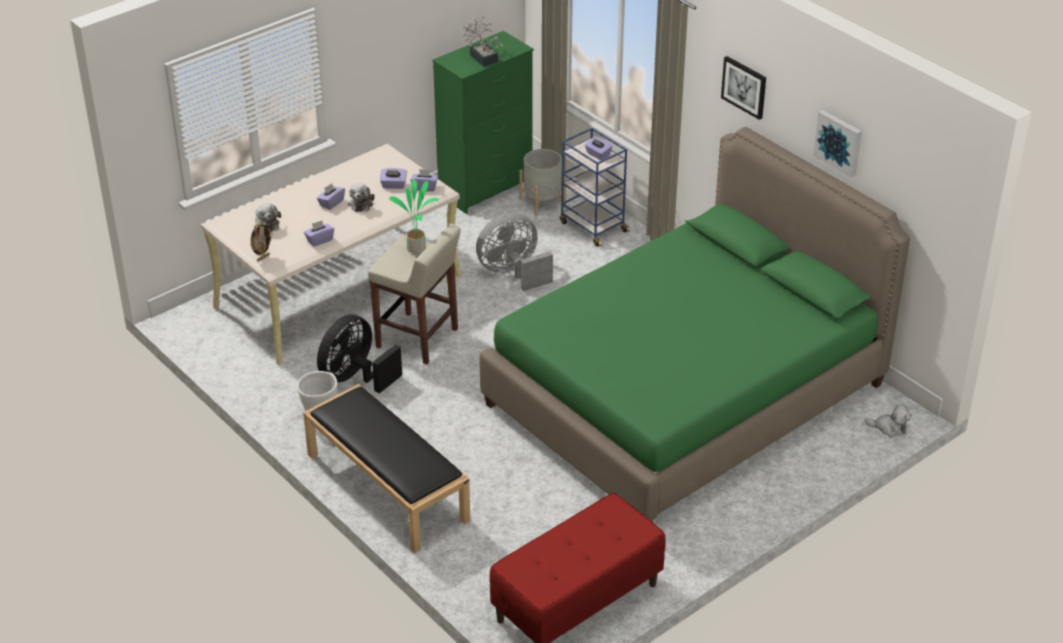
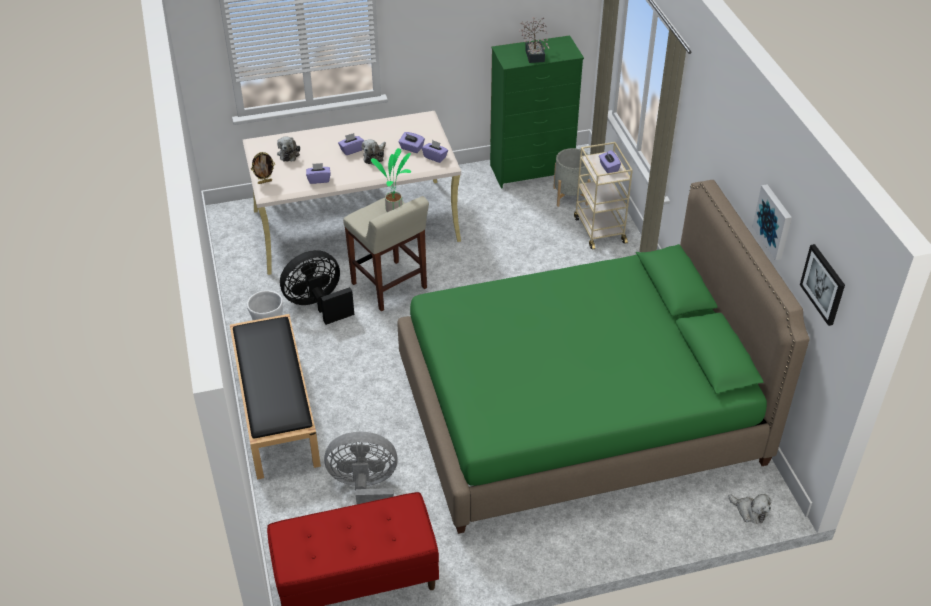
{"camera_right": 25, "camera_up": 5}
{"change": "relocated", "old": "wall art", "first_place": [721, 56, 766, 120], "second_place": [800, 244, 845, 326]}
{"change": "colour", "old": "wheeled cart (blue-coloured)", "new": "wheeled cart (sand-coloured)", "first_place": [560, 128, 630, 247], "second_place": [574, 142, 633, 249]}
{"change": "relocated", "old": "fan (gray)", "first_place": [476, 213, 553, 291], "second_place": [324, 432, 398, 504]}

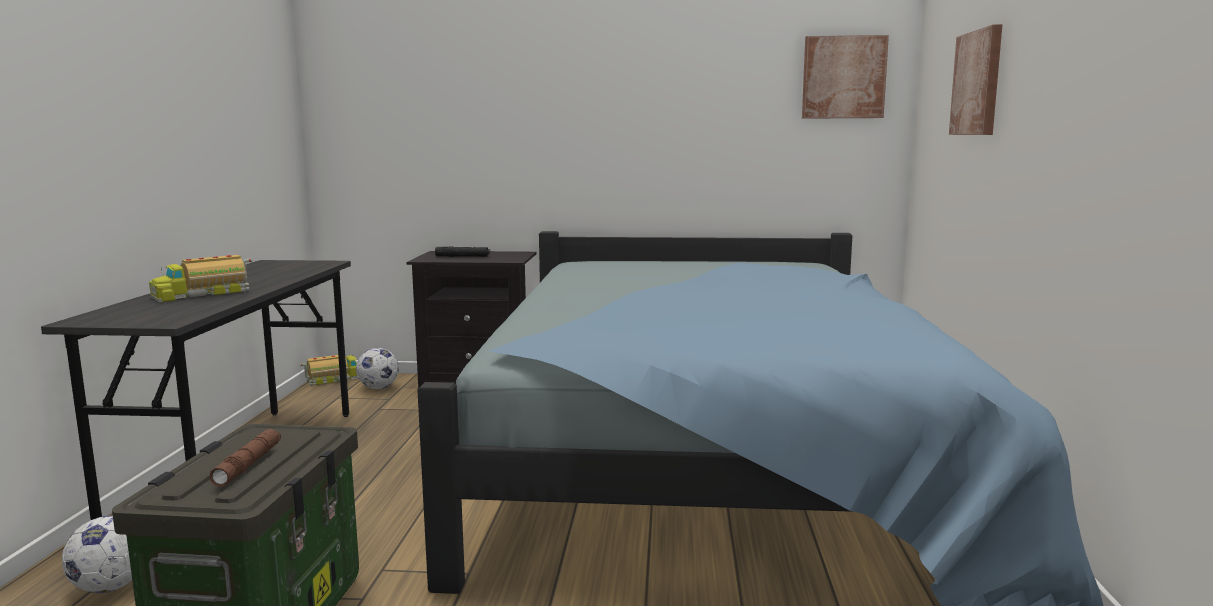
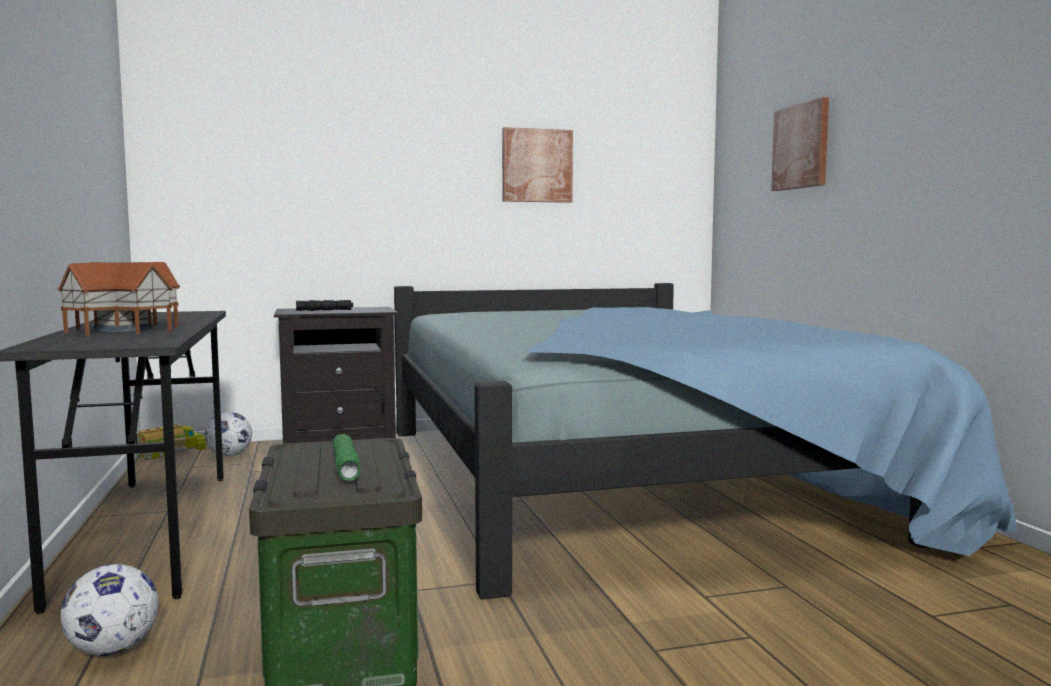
{"camera_right": -20, "camera_up": -5}
{"change": "relocated", "old": "wall art", "first_place": [802, 35, 889, 119], "second_place": [502, 127, 573, 203]}
{"change": "exchanged", "old": "toy lorry", "new": "model house", "first_place": [149, 255, 252, 302], "second_place": [57, 262, 180, 336]}
{"change": "colour", "old": "torch (brown-coloured)", "new": "torch (green-coloured)", "first_place": [209, 429, 281, 487], "second_place": [332, 434, 361, 481]}

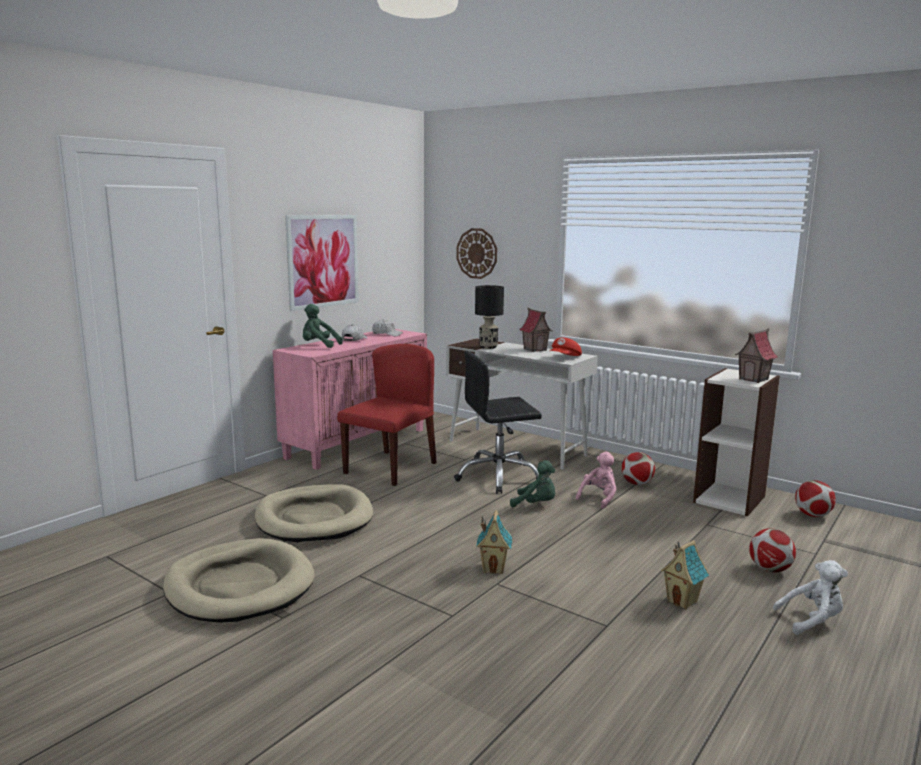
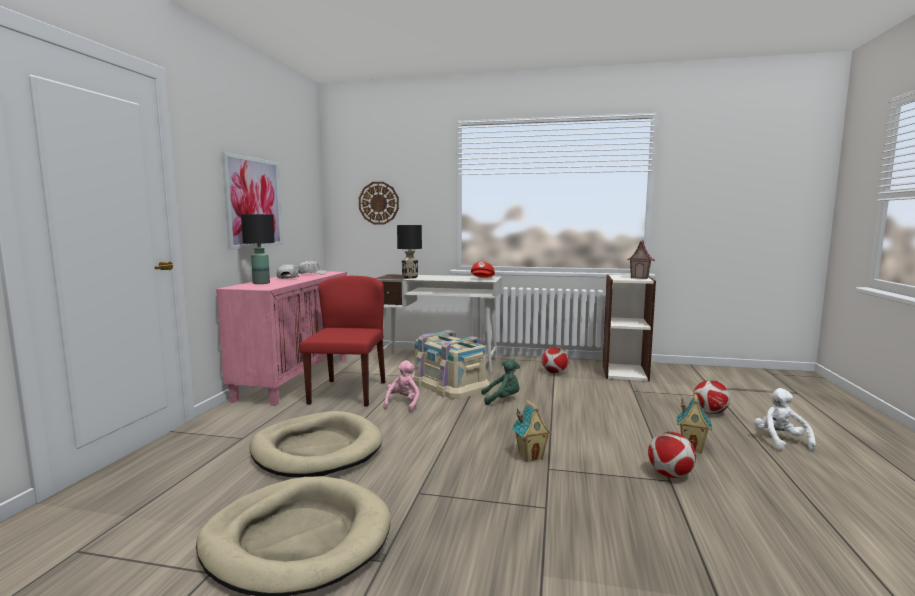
{"camera_right": -25, "camera_up": -5}
{"change": "exchanged", "old": "soft toy (green-coloured)", "new": "tabletop lamp (black-coloured)", "first_place": [303, 304, 343, 348], "second_place": [241, 214, 275, 284]}
{"change": "missing", "old": "model house", "first_place": [520, 308, 552, 352]}
{"change": "exchanged", "old": "computer chair (black-coloured)", "new": "storage container (sand-coloured)", "first_place": [454, 351, 542, 494], "second_place": [412, 330, 490, 399]}
{"change": "relocated", "old": "soft toy (pink-coloured)", "first_place": [576, 451, 617, 509], "second_place": [383, 360, 420, 413]}
{"change": "relocated", "old": "football ball", "first_place": [795, 480, 836, 517], "second_place": [648, 432, 696, 478]}
{"change": "spun", "old": "soft toy (white-coloured)", "first_place": [773, 560, 848, 635], "second_place": [754, 388, 816, 452], "degrees": -60}

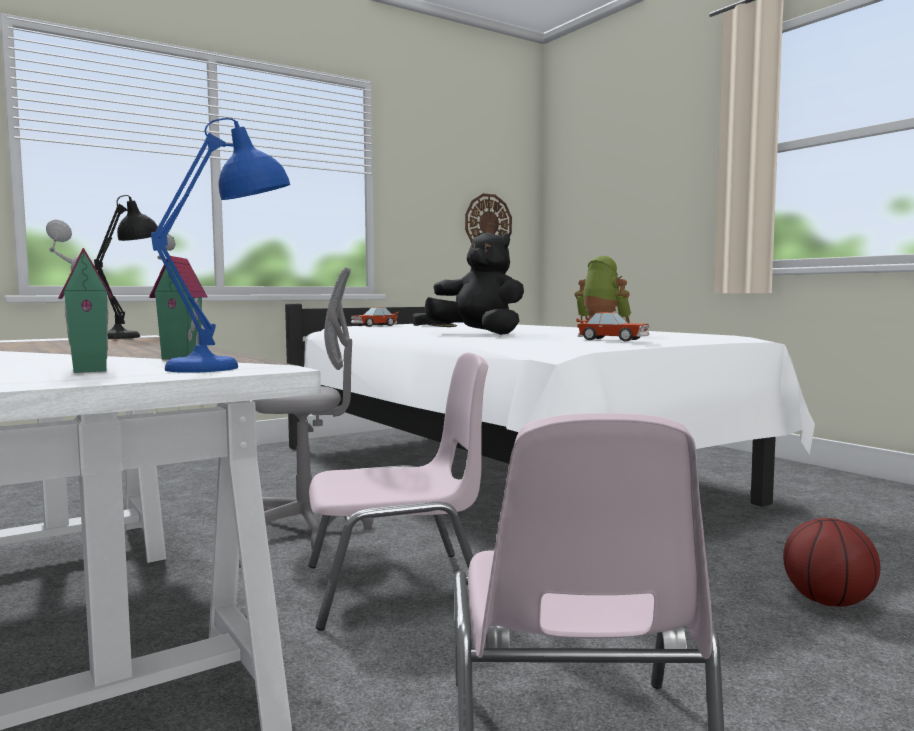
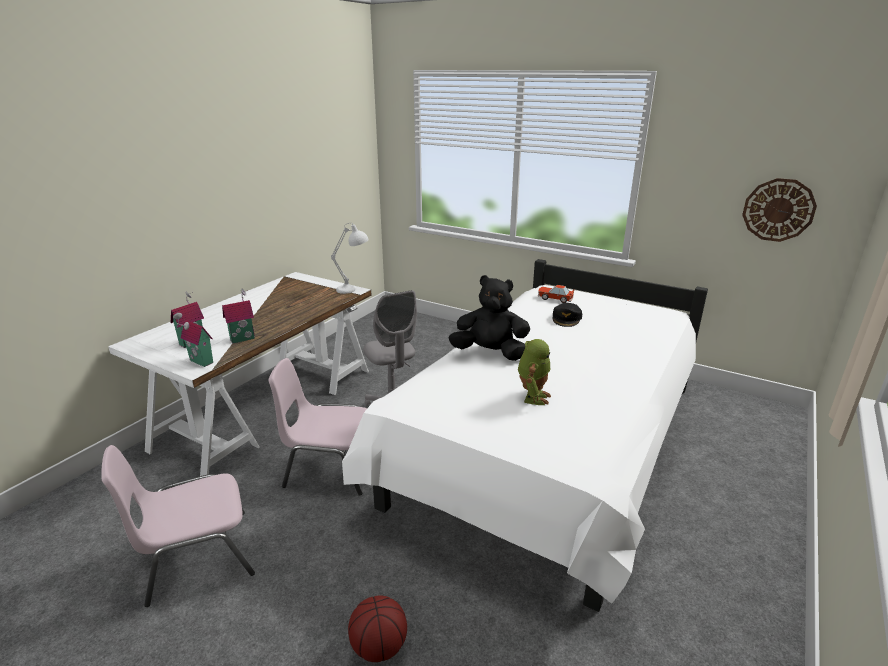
{"camera_right": 65, "camera_up": 20}
{"change": "exchanged", "old": "tabletop lamp (blue-coloured)", "new": "model house", "first_place": [151, 118, 290, 373], "second_place": [173, 312, 213, 367]}
{"change": "colour", "old": "tabletop lamp (black-coloured)", "new": "tabletop lamp (white-coloured)", "first_place": [94, 195, 158, 339], "second_place": [331, 223, 369, 294]}
{"change": "spun", "old": "soft toy (black-coloured)", "first_place": [425, 232, 524, 335], "second_place": [449, 275, 530, 361], "degrees": -90}
{"change": "missing", "old": "toy car", "first_place": [576, 312, 649, 341]}
{"change": "spun", "old": "plain chair (pink-coloured)", "first_place": [309, 352, 488, 631], "second_place": [269, 358, 367, 496], "degrees": 135}

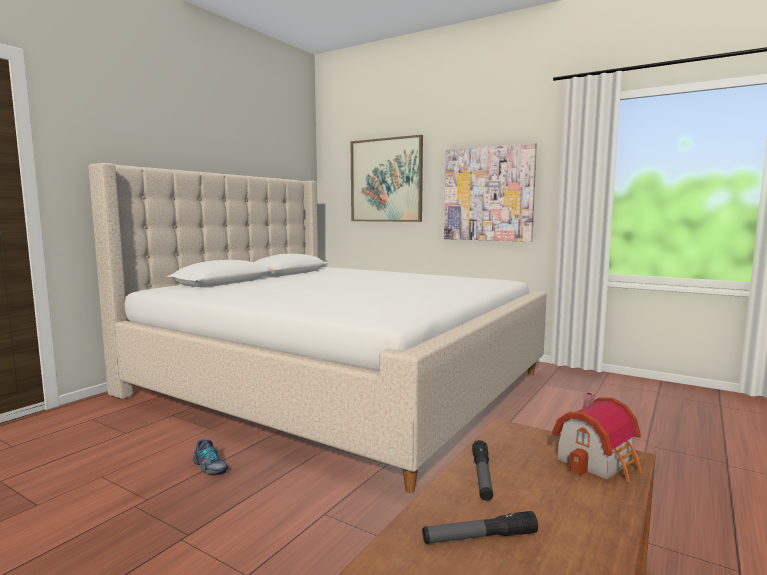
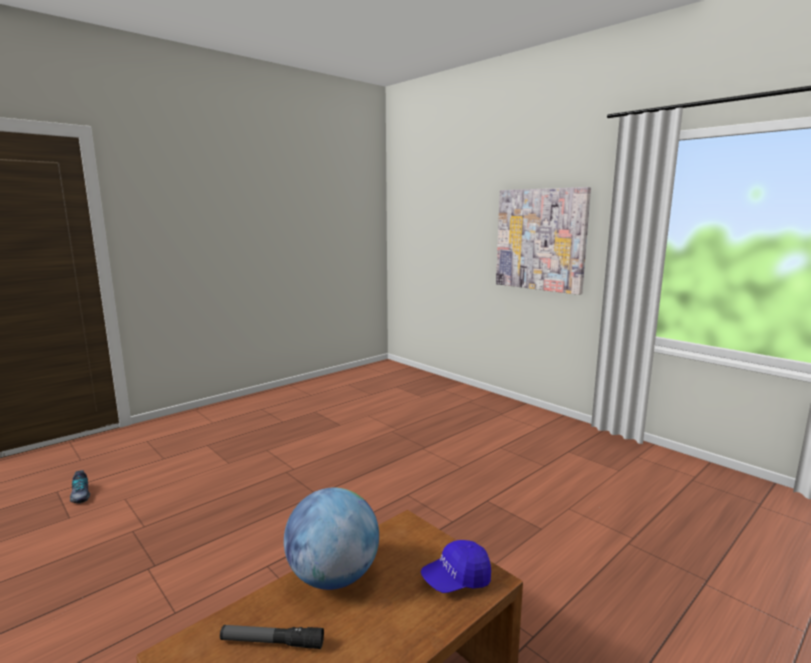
{"camera_right": 15, "camera_up": 5}
{"change": "missing", "old": "wall art", "first_place": [351, 135, 423, 222]}
{"change": "missing", "old": "bedroom bed (sand-coloured)", "first_place": [88, 163, 547, 493]}
{"change": "exchanged", "old": "model house", "new": "peaked cap (blue-coloured)", "first_place": [552, 392, 642, 482], "second_place": [421, 540, 491, 593]}
{"change": "relocated", "old": "item of footwear", "first_place": [193, 439, 229, 476], "second_place": [70, 470, 90, 504]}
{"change": "exchanged", "old": "torch", "new": "globe", "first_place": [472, 440, 493, 501], "second_place": [284, 487, 379, 590]}

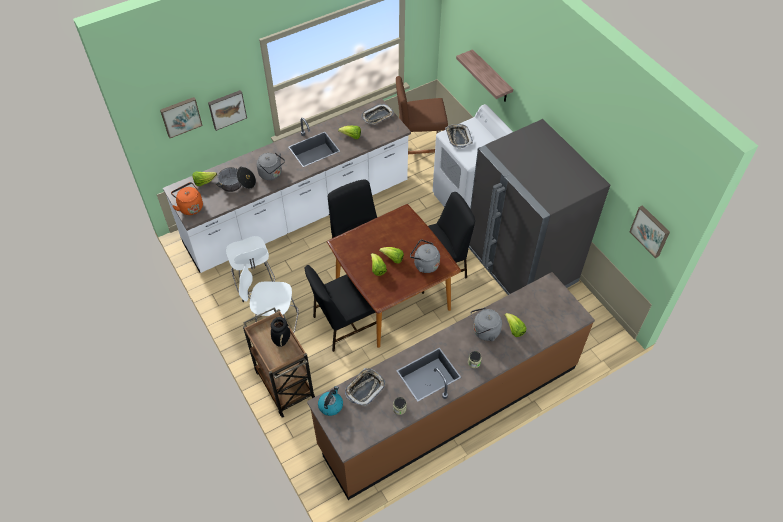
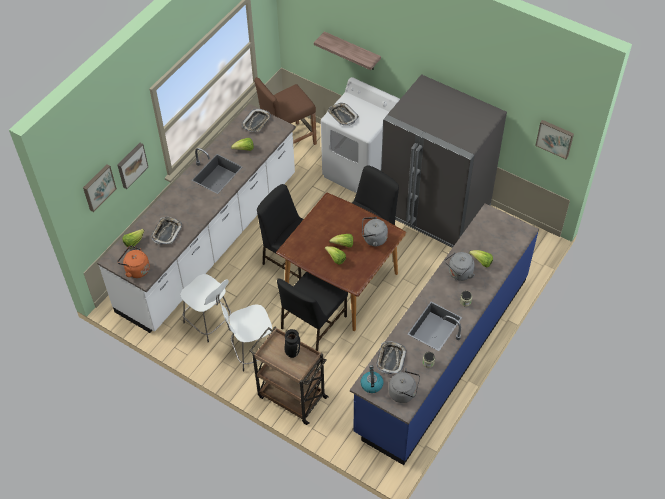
{"camera_right": -25, "camera_up": 0}
{"change": "relocated", "old": "tea kettle (gray)", "first_place": [257, 153, 285, 180], "second_place": [389, 368, 420, 403]}
{"change": "exchanged", "old": "stockpot", "new": "serving tray", "first_place": [215, 167, 256, 192], "second_place": [151, 217, 182, 245]}
{"change": "colour", "old": "kitchen base unit (brown-coloured)", "new": "kitchen base unit (blue-coloured)", "first_place": [307, 272, 595, 500], "second_place": [350, 204, 539, 465]}

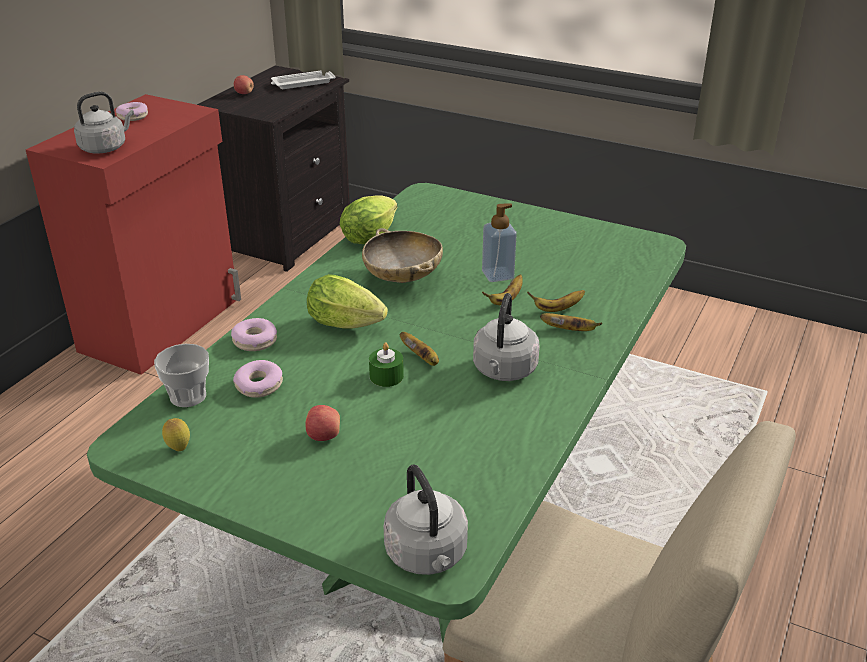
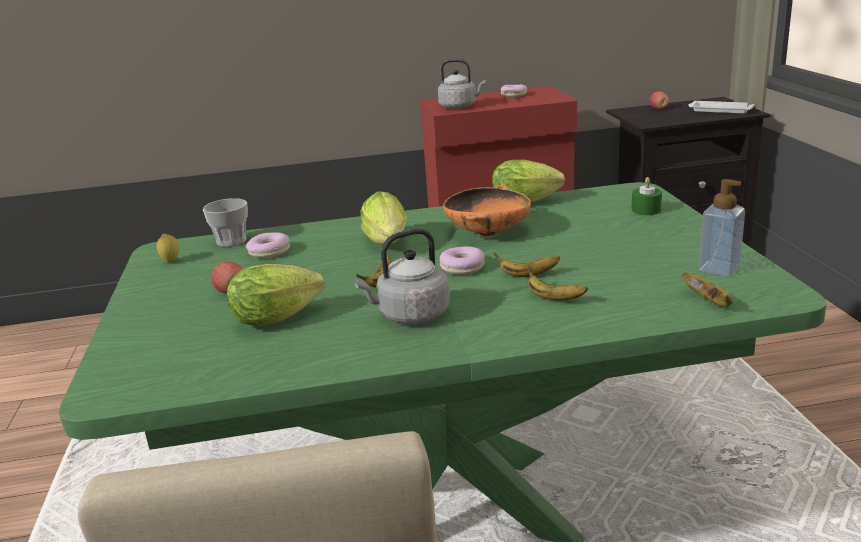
{"camera_right": 55, "camera_up": -10}
{"change": "relocated", "old": "soap bottle", "first_place": [482, 203, 517, 282], "second_place": [699, 179, 745, 276]}
{"change": "colour", "old": "serving bowl (sand-coloured)", "new": "serving bowl (orangey)", "first_place": [362, 228, 443, 283], "second_place": [443, 185, 531, 236]}
{"change": "relocated", "old": "banana fruit", "first_place": [540, 313, 602, 331], "second_place": [682, 272, 733, 307]}
{"change": "relocated", "old": "doughnut", "first_place": [231, 318, 277, 351], "second_place": [439, 246, 485, 275]}
{"change": "relocated", "old": "candle (green-coloured)", "first_place": [369, 343, 404, 387], "second_place": [632, 177, 662, 215]}
{"change": "missing", "old": "tea kettle (gray)", "first_place": [383, 464, 468, 575]}
{"change": "appeared", "new": "head of lettuce", "second_place": [227, 264, 325, 326]}

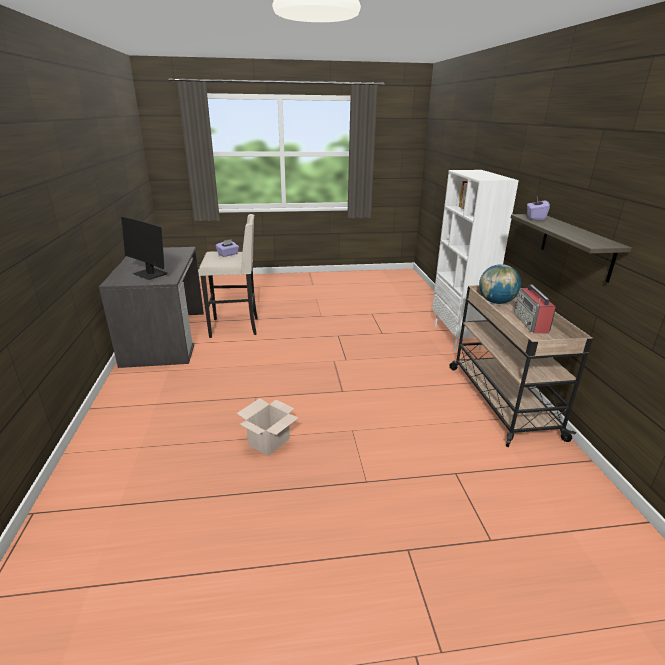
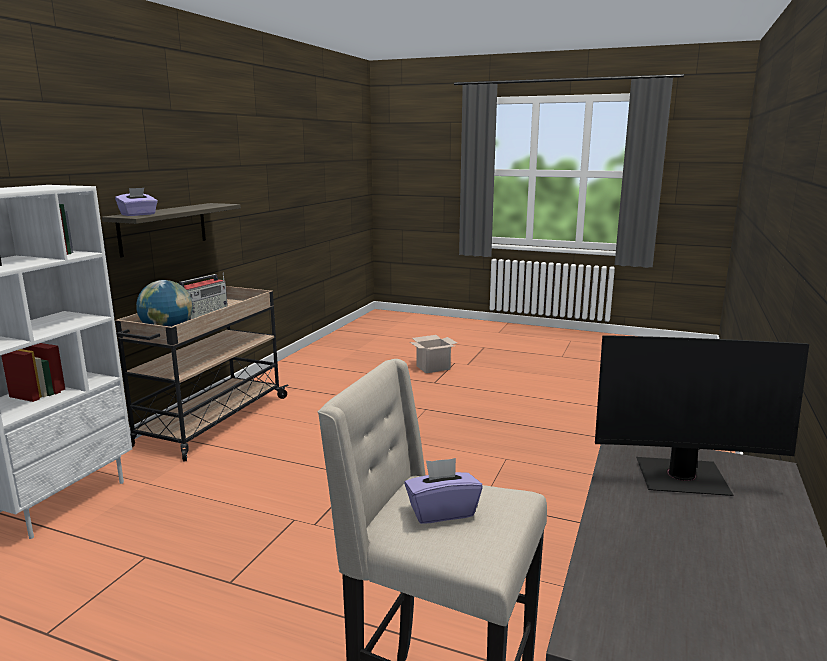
{"camera_right": -150, "camera_up": -10}
{"change": "spun", "old": "computer screen", "first_place": [121, 217, 167, 280], "second_place": [595, 335, 809, 496], "degrees": 120}
{"change": "relocated", "old": "carton", "first_place": [237, 398, 299, 456], "second_place": [410, 335, 457, 373]}

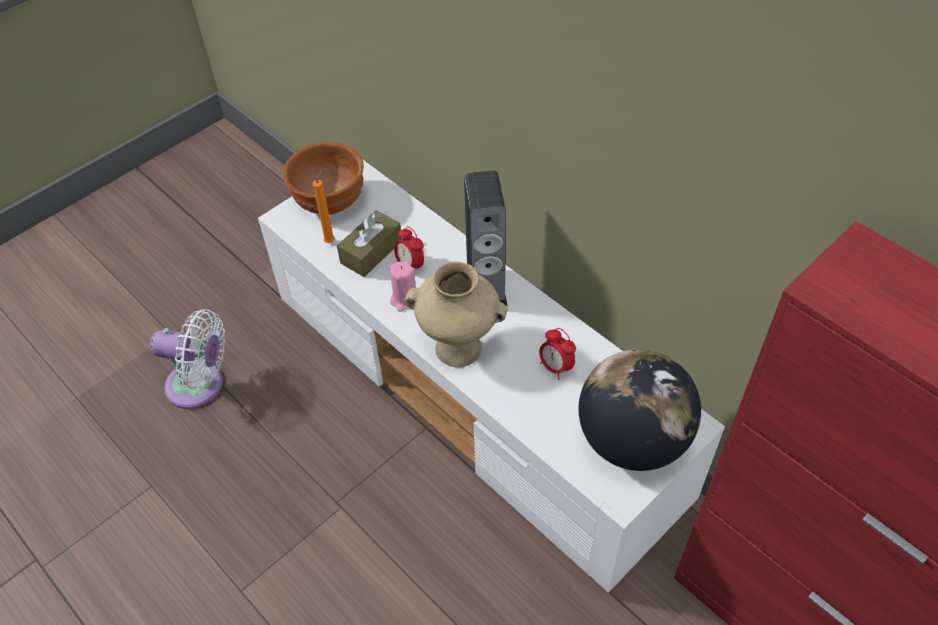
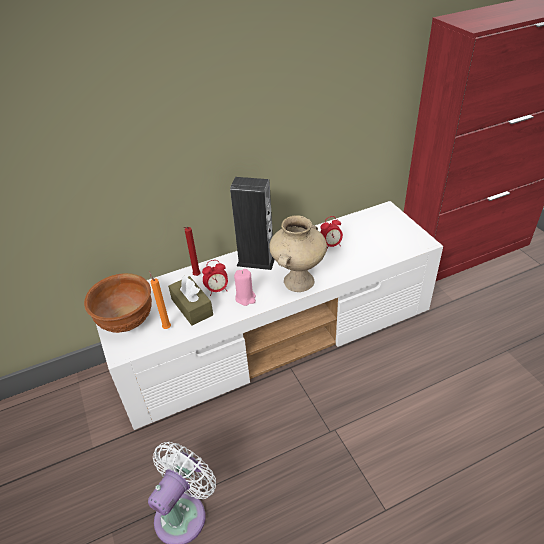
{"camera_right": -70, "camera_up": -10}
{"change": "missing", "old": "globe", "first_place": [579, 349, 701, 471]}
{"change": "appeared", "new": "candle (reddish)", "second_place": [183, 227, 201, 276]}

